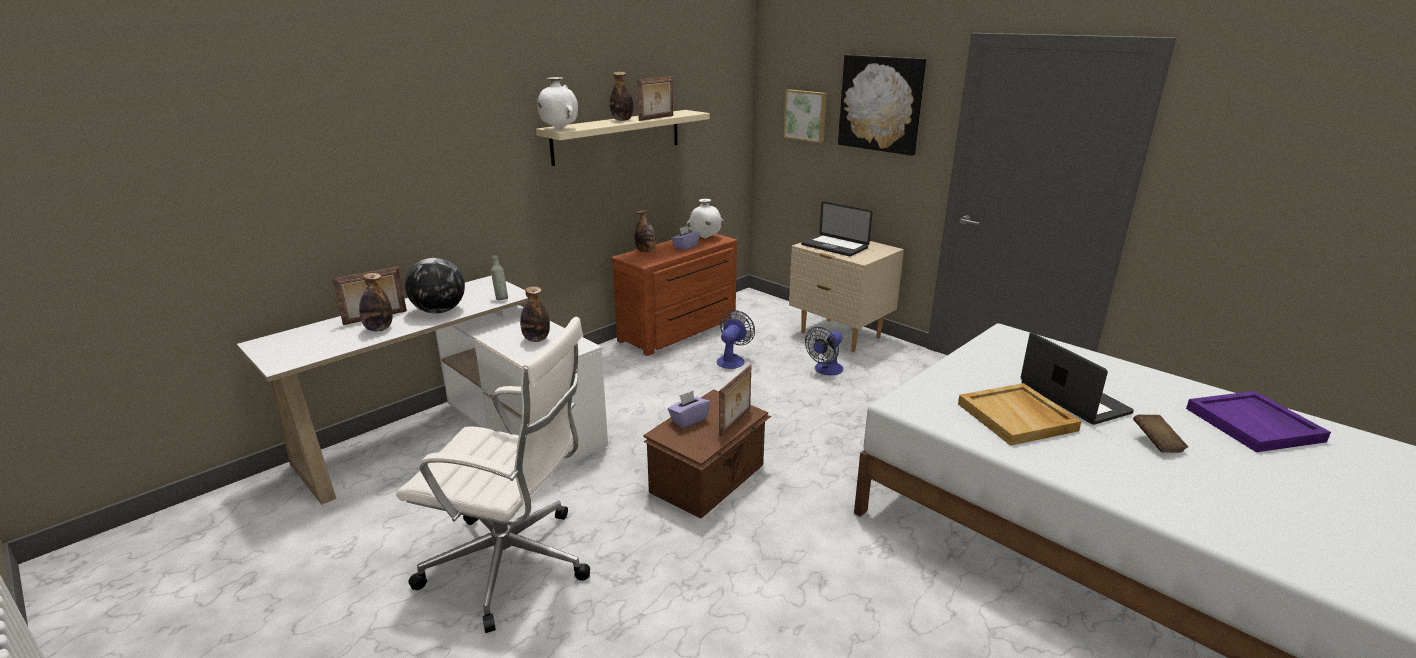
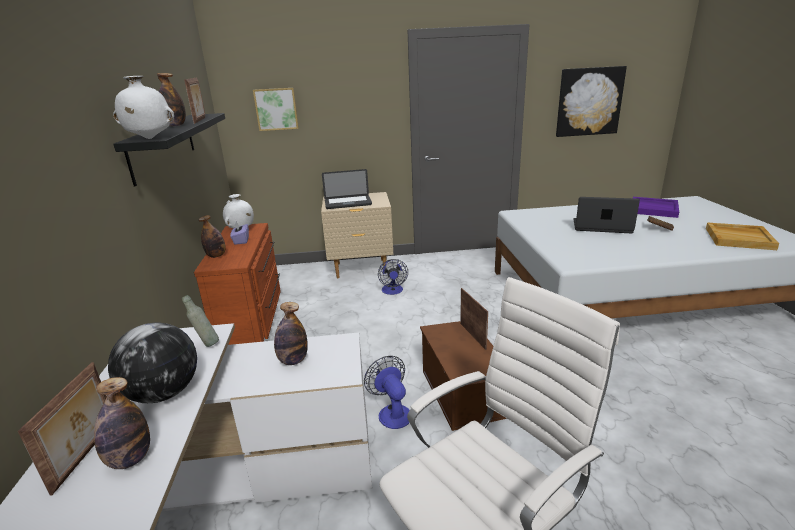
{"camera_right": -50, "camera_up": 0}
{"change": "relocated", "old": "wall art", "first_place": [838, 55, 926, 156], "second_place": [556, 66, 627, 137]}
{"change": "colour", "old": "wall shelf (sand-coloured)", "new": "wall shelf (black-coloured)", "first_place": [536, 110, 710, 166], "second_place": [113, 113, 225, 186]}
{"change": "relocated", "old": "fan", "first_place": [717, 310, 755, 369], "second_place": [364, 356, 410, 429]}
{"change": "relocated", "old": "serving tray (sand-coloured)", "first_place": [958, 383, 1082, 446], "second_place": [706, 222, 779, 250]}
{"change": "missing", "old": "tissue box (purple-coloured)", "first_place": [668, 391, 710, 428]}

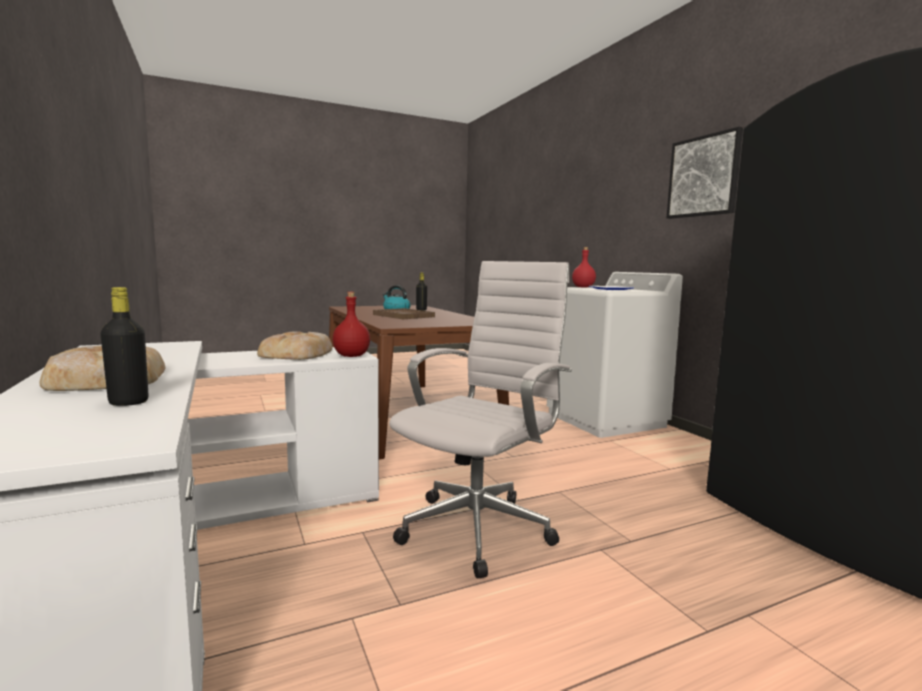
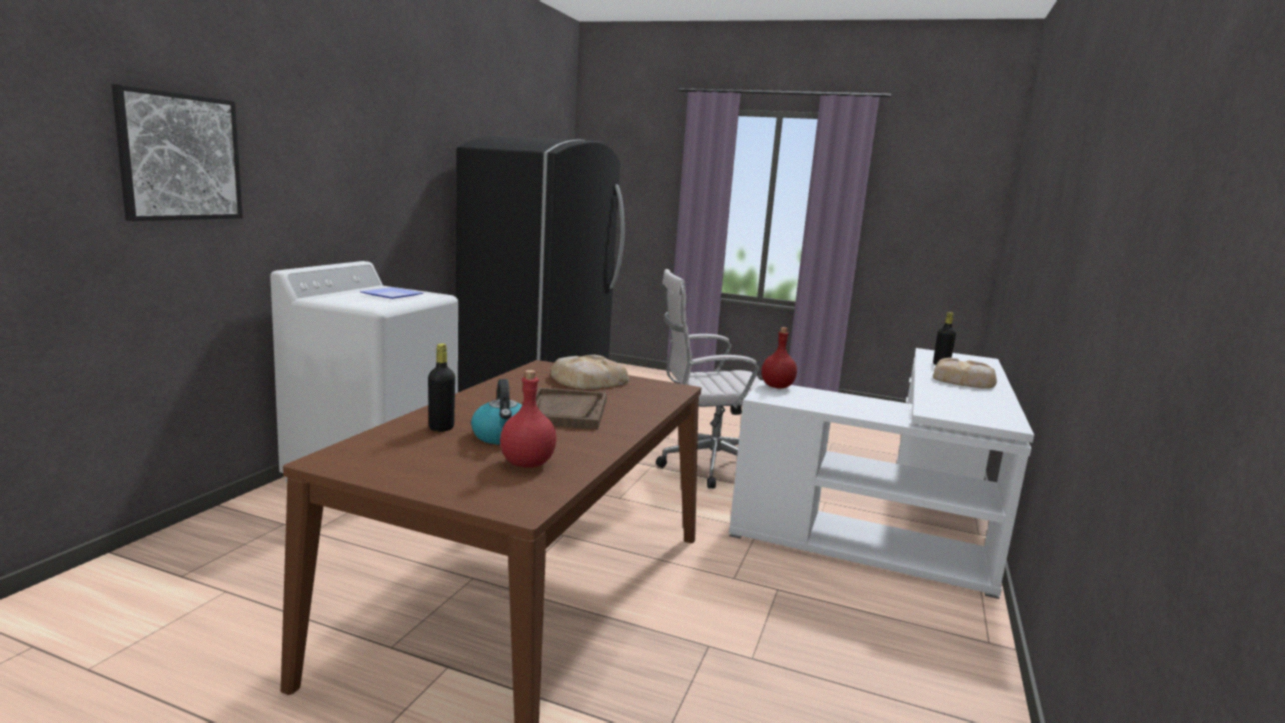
{"camera_right": -135, "camera_up": 5}
{"change": "relocated", "old": "wall art", "first_place": [666, 127, 743, 219], "second_place": [112, 84, 243, 221]}
{"change": "relocated", "old": "drink bottle (reddish)", "first_place": [572, 247, 596, 288], "second_place": [500, 370, 556, 468]}
{"change": "relocated", "old": "bread", "first_place": [257, 331, 333, 360], "second_place": [551, 355, 629, 389]}

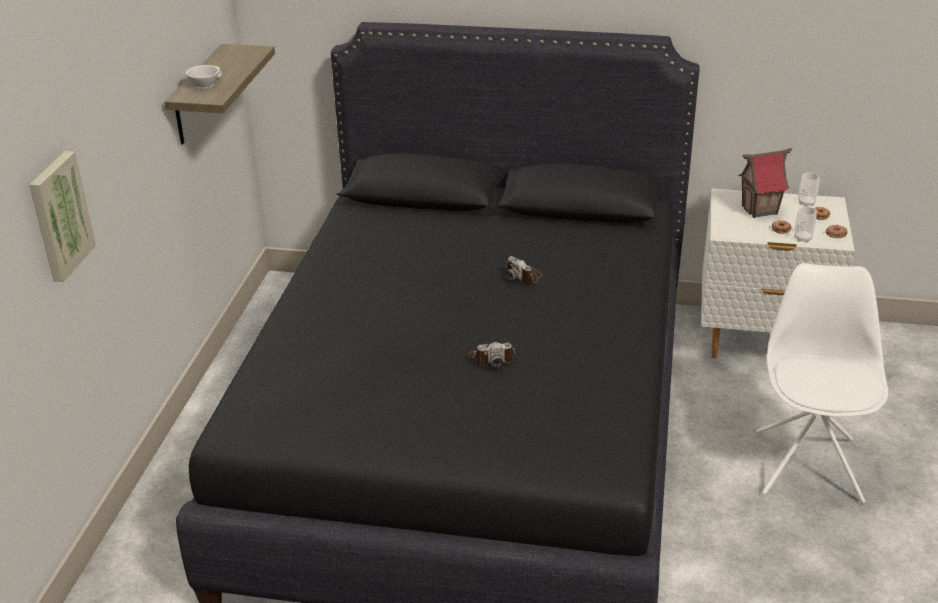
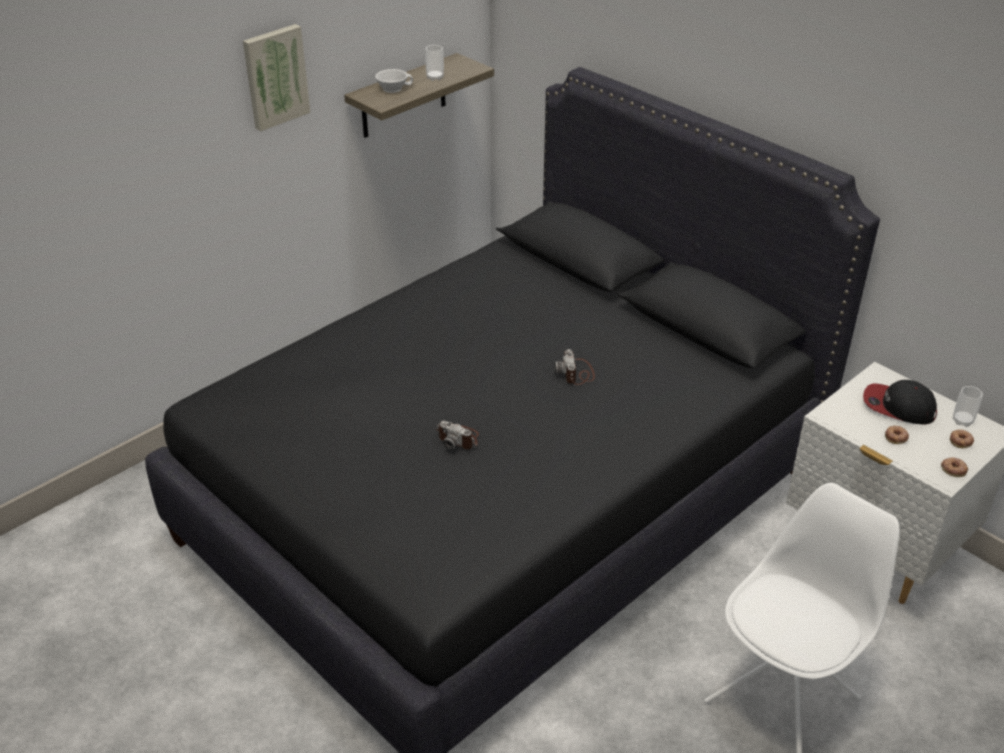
{"camera_right": 35, "camera_up": 5}
{"change": "exchanged", "old": "model house", "new": "peaked cap", "first_place": [738, 148, 792, 218], "second_place": [863, 380, 937, 425]}
{"change": "relocated", "old": "wall art", "first_place": [29, 151, 96, 282], "second_place": [243, 24, 310, 131]}
{"change": "relocated", "old": "cup", "first_place": [794, 206, 817, 242], "second_place": [425, 45, 444, 81]}

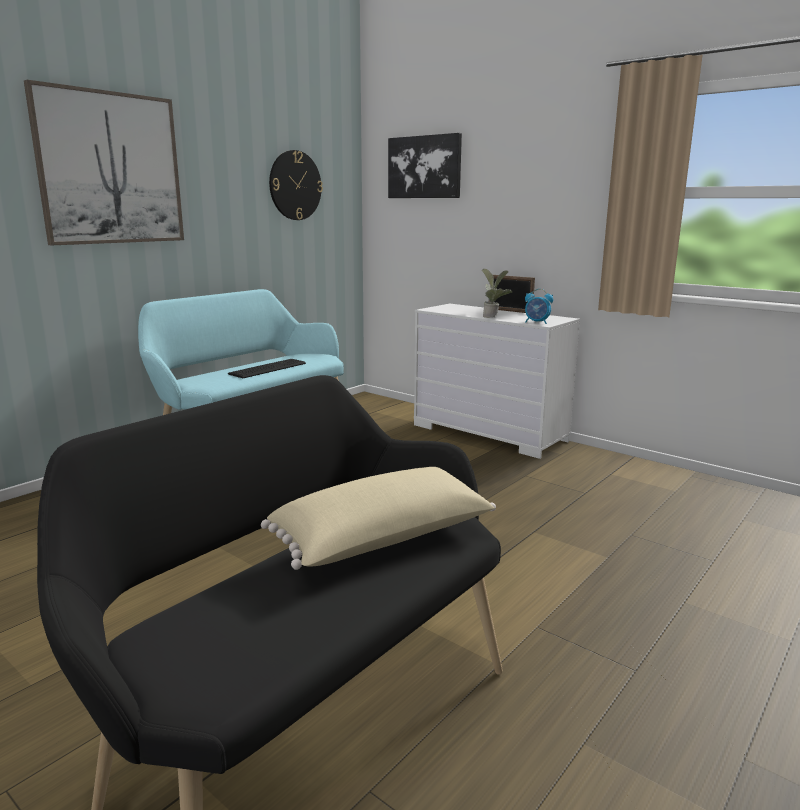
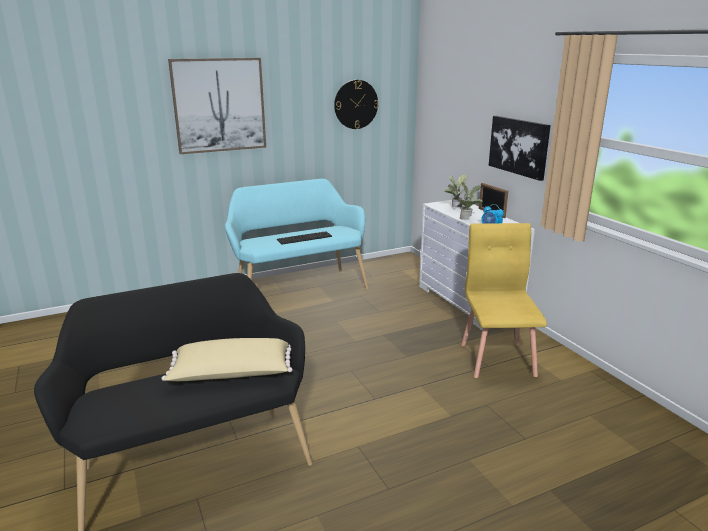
{"camera_right": 25, "camera_up": 5}
{"change": "relocated", "old": "wall art", "first_place": [388, 133, 462, 198], "second_place": [489, 116, 551, 181]}
{"change": "appeared", "new": "potted plant", "second_place": [444, 174, 467, 207]}
{"change": "appeared", "new": "plain chair (yellow)", "second_place": [461, 223, 547, 378]}

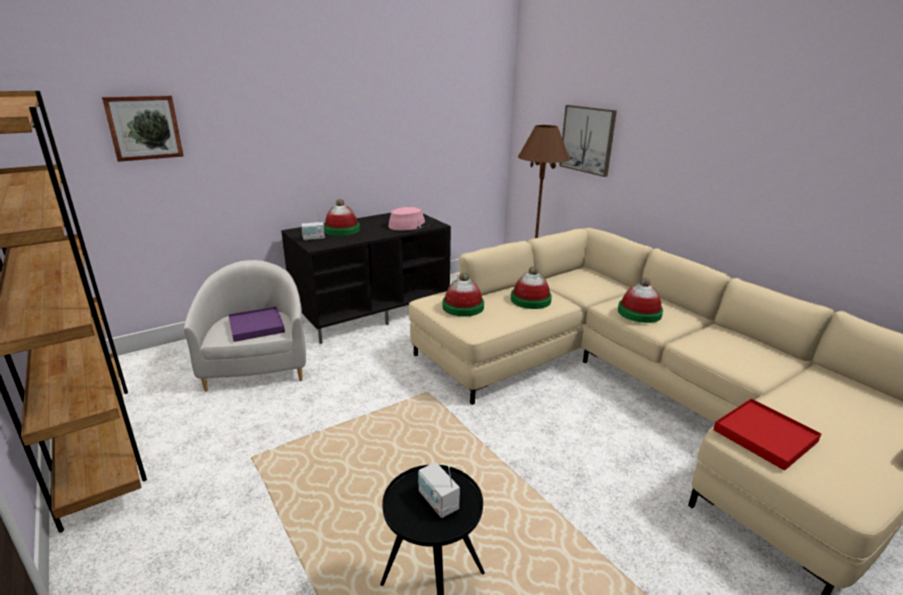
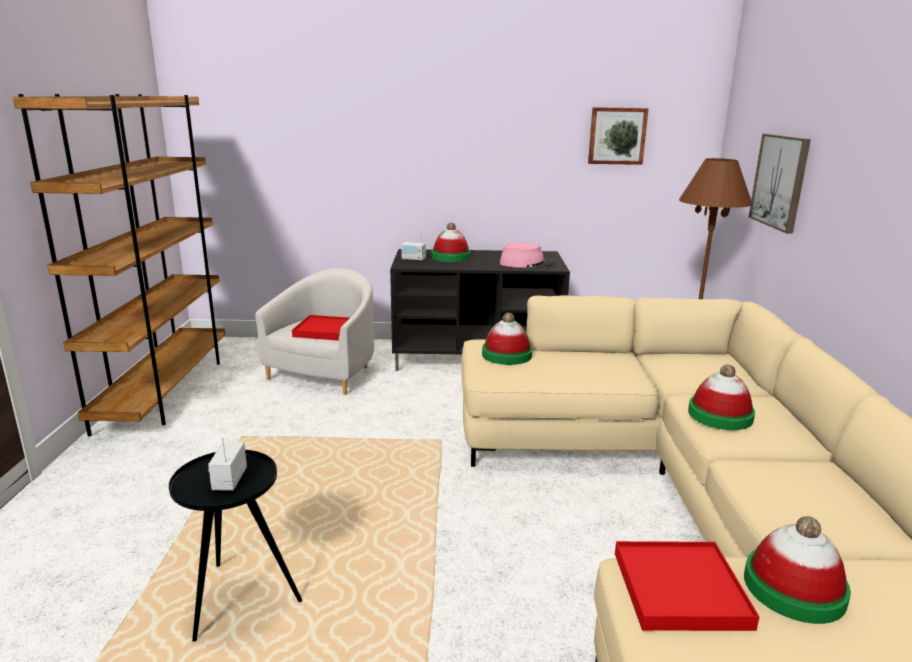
{"camera_right": 35, "camera_up": -5}
{"change": "relocated", "old": "wall art", "first_place": [102, 95, 184, 162], "second_place": [588, 107, 649, 165]}
{"change": "relocated", "old": "hat", "first_place": [511, 266, 552, 309], "second_place": [744, 516, 851, 624]}
{"change": "colour", "old": "serving tray (purple-coloured)", "new": "serving tray (reddish)", "first_place": [228, 306, 285, 342], "second_place": [292, 315, 350, 341]}

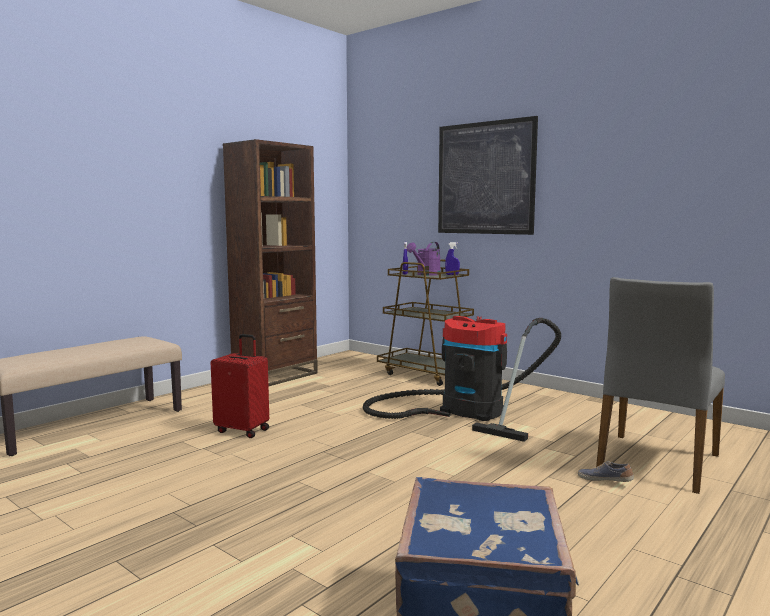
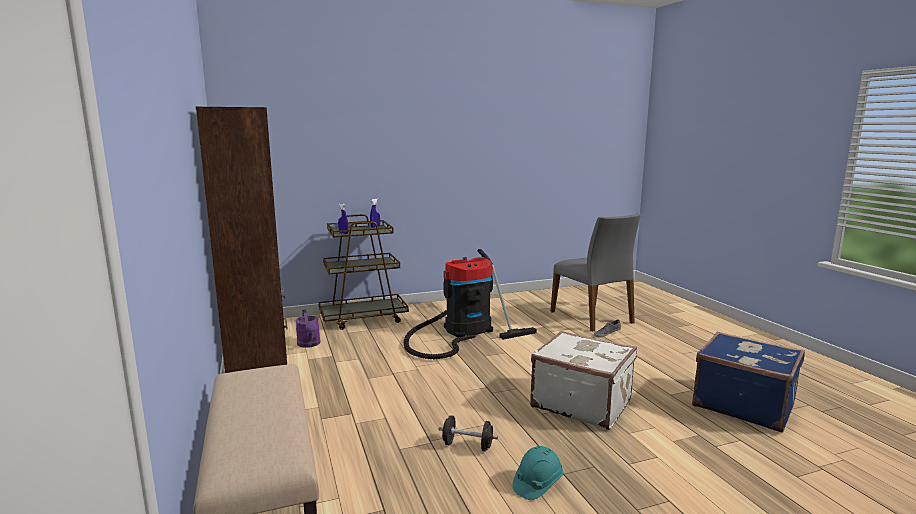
{"camera_right": -60, "camera_up": 5}
{"change": "missing", "old": "wall art", "first_place": [438, 116, 538, 235]}
{"change": "relocated", "old": "watering pot (purple-coloured)", "first_place": [406, 242, 441, 276], "second_place": [295, 309, 321, 348]}
{"change": "missing", "old": "piece of luggage (reddish)", "first_place": [211, 334, 269, 438]}
{"change": "appeared", "new": "piece of luggage (white-coloured)", "second_place": [530, 331, 637, 430]}
{"change": "appeared", "new": "dumbbell (black-coloured)", "second_place": [439, 415, 498, 452]}
{"change": "appeared", "new": "work helmet (turquoise)", "second_place": [512, 446, 563, 500]}

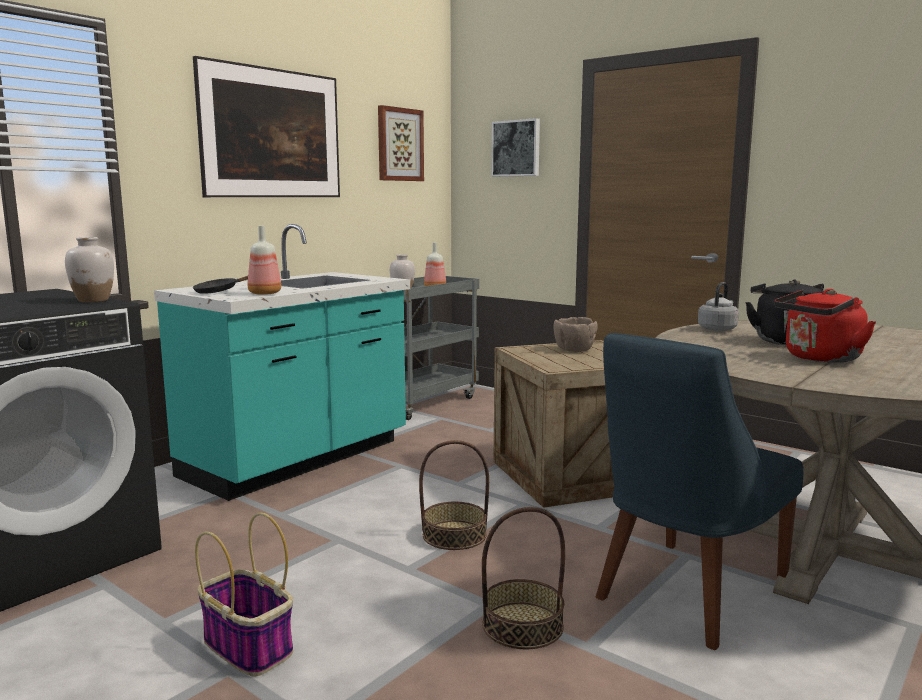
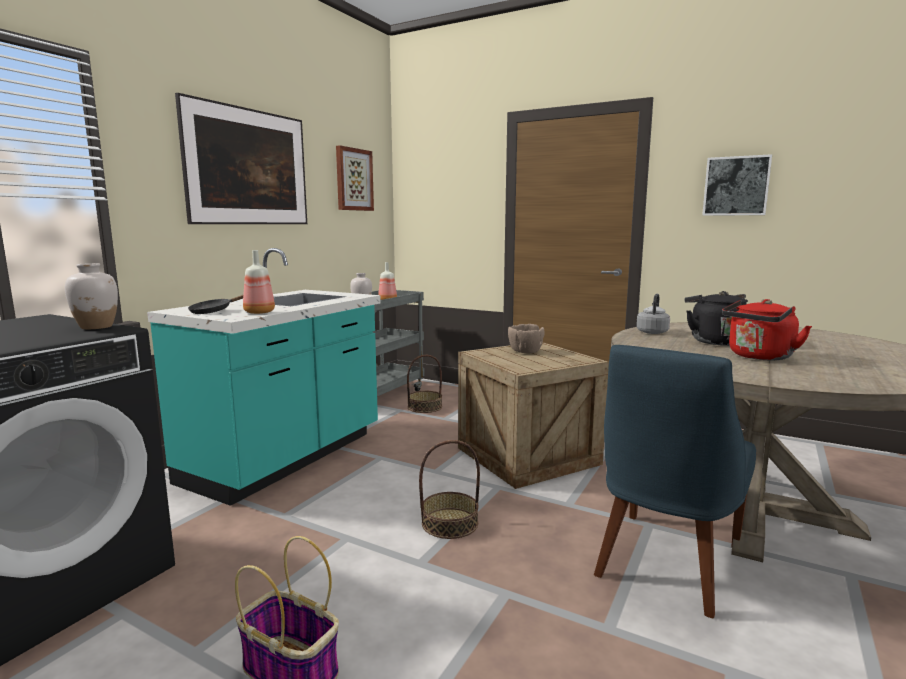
{"camera_right": -10, "camera_up": 0}
{"change": "relocated", "old": "wall art", "first_place": [491, 118, 540, 177], "second_place": [702, 154, 772, 216]}
{"change": "relocated", "old": "storage basket", "first_place": [482, 507, 565, 649], "second_place": [407, 355, 442, 413]}

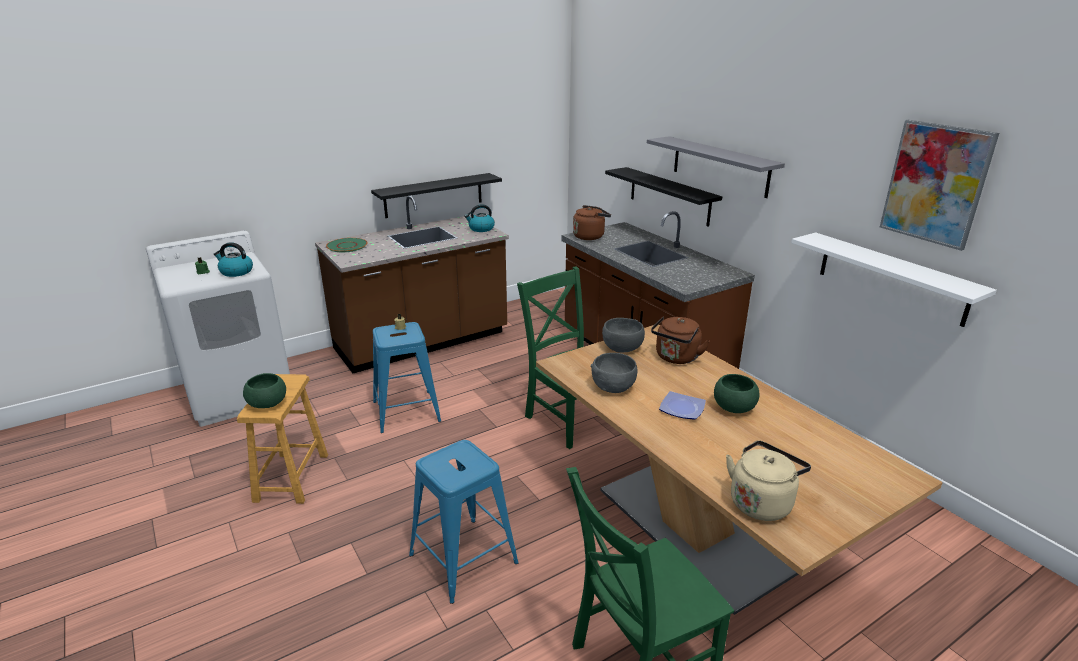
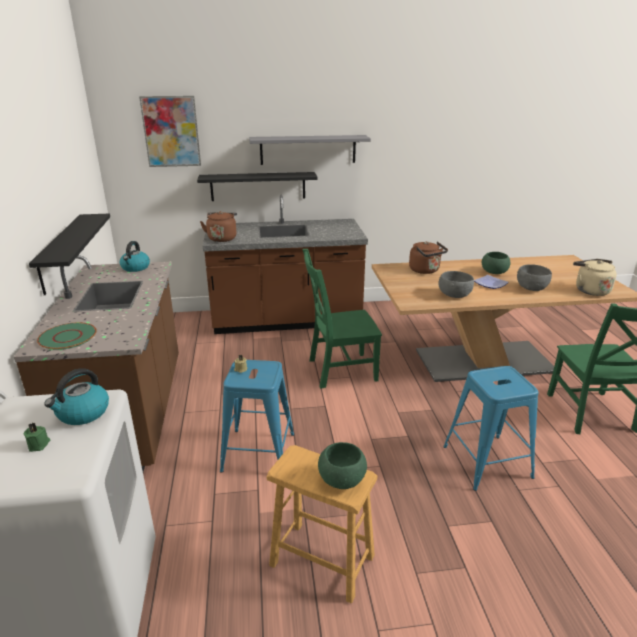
{"camera_right": -65, "camera_up": 0}
{"change": "relocated", "old": "wall art", "first_place": [880, 120, 999, 251], "second_place": [139, 96, 201, 167]}
{"change": "missing", "old": "wall shelf (white-coloured)", "first_place": [791, 232, 997, 327]}
{"change": "relocated", "old": "serving bowl (gray)", "first_place": [602, 318, 645, 353], "second_place": [517, 265, 552, 291]}

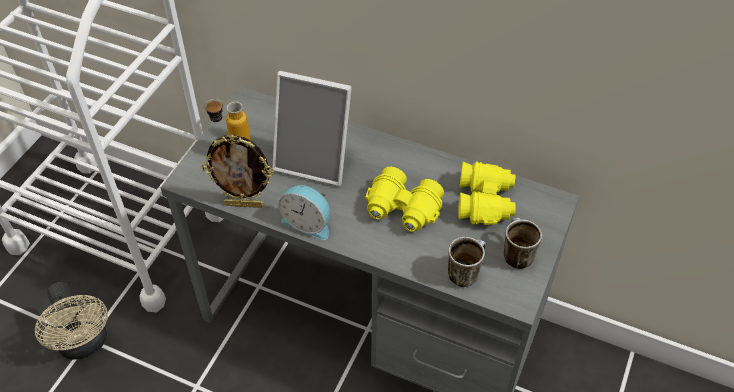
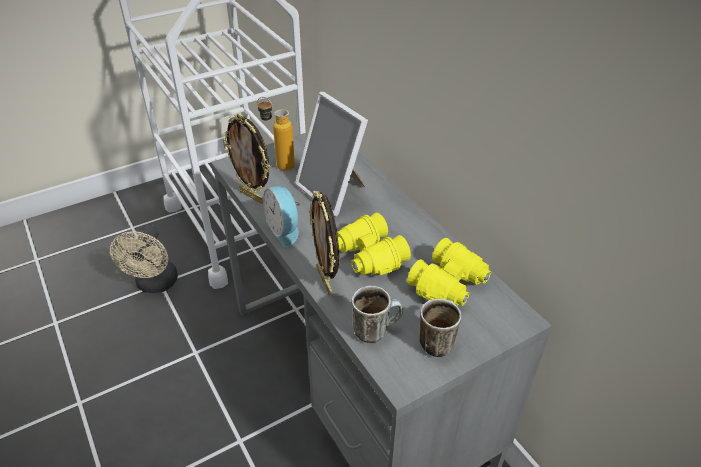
{"camera_right": 35, "camera_up": -10}
{"change": "appeared", "new": "photo frame", "second_place": [309, 191, 339, 295]}

